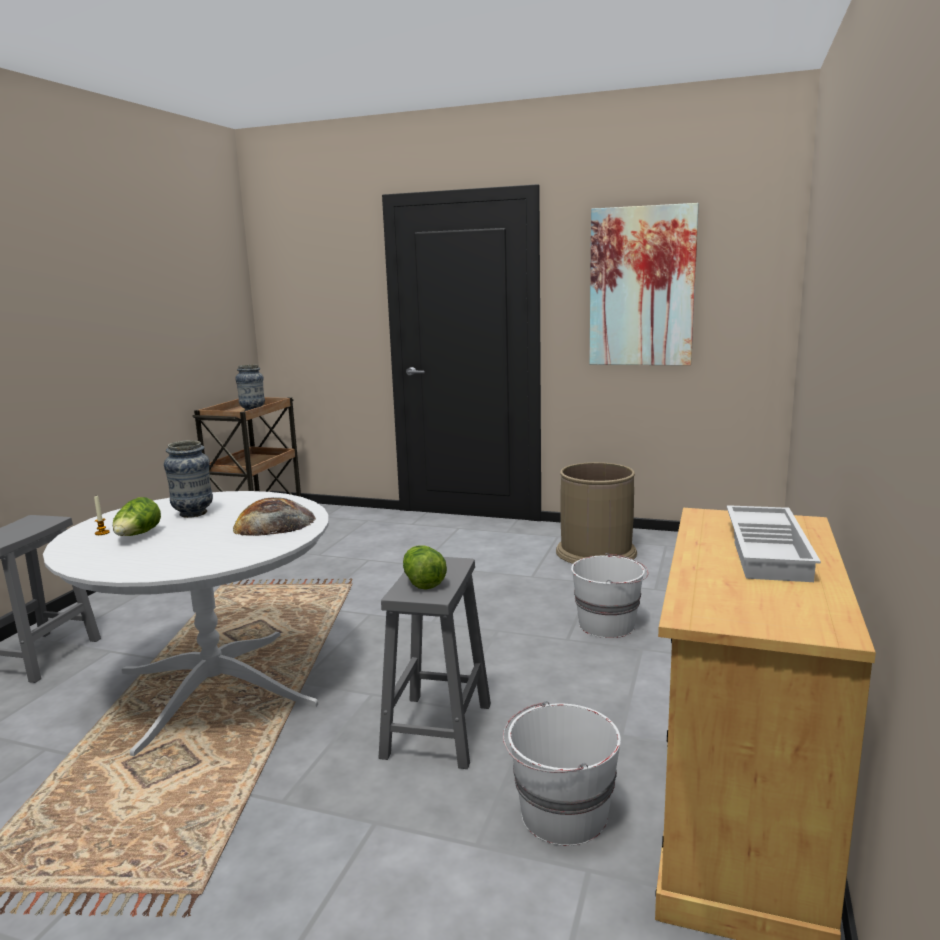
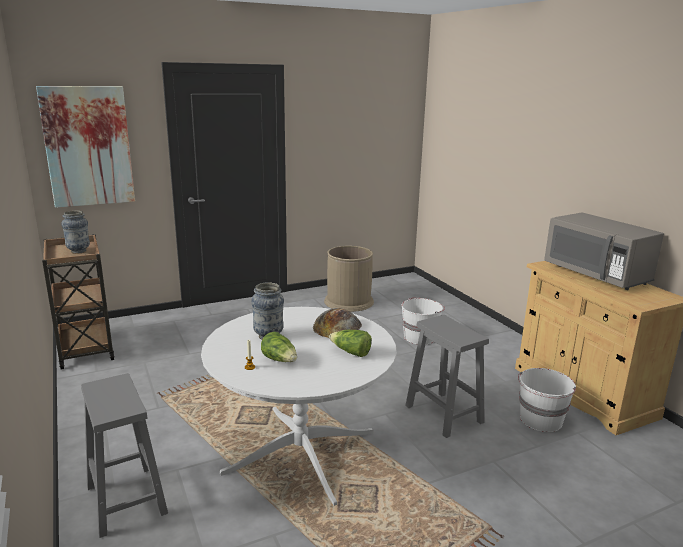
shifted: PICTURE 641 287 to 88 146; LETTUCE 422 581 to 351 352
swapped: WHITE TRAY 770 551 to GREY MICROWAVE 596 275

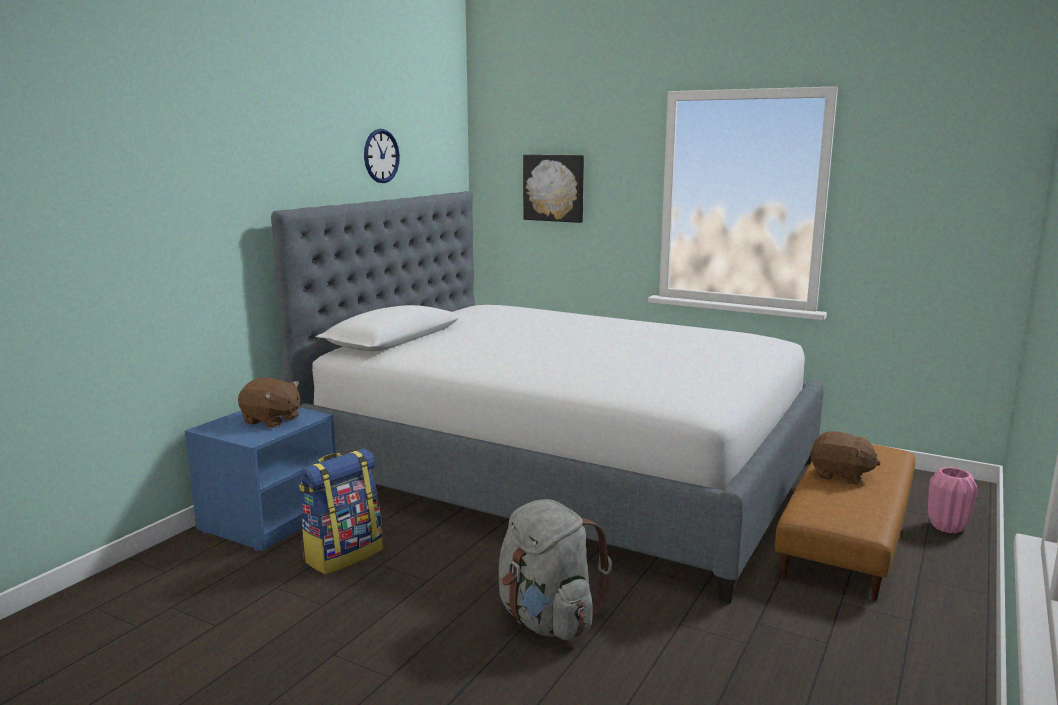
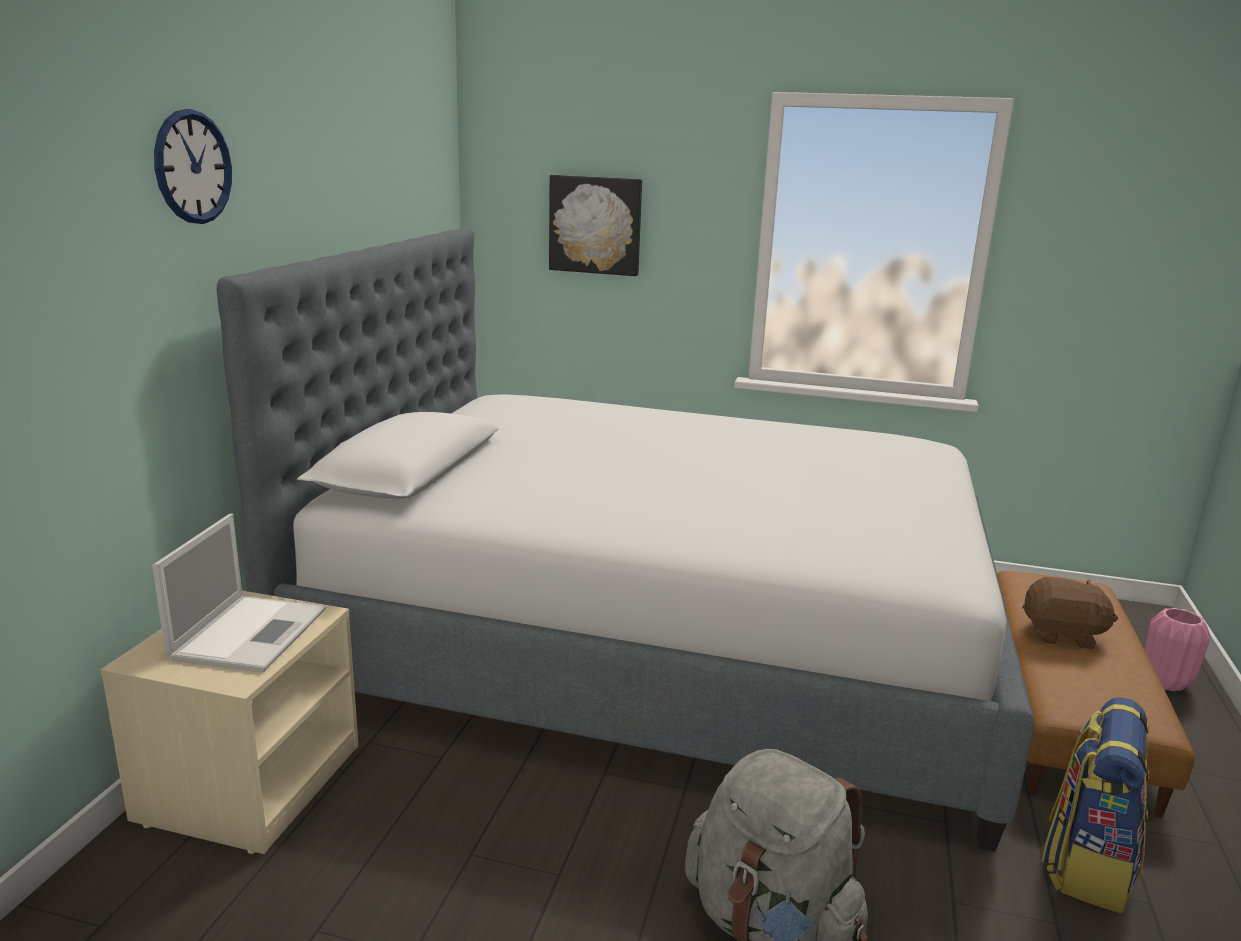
shifted: WALL CLOCK 381 156 to 193 167; BACKPACK 343 555 to 1087 864
swapped: BROWN PLUSH TOY 271 420 to LAPTOP 251 632
repainted: BLUE NIGHTSTAND 269 518 to BEIGE NIGHTSTAND 249 781

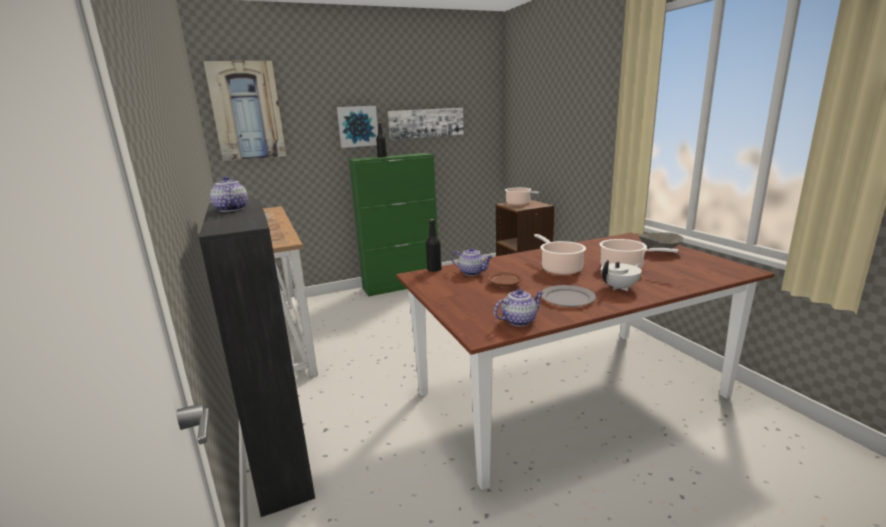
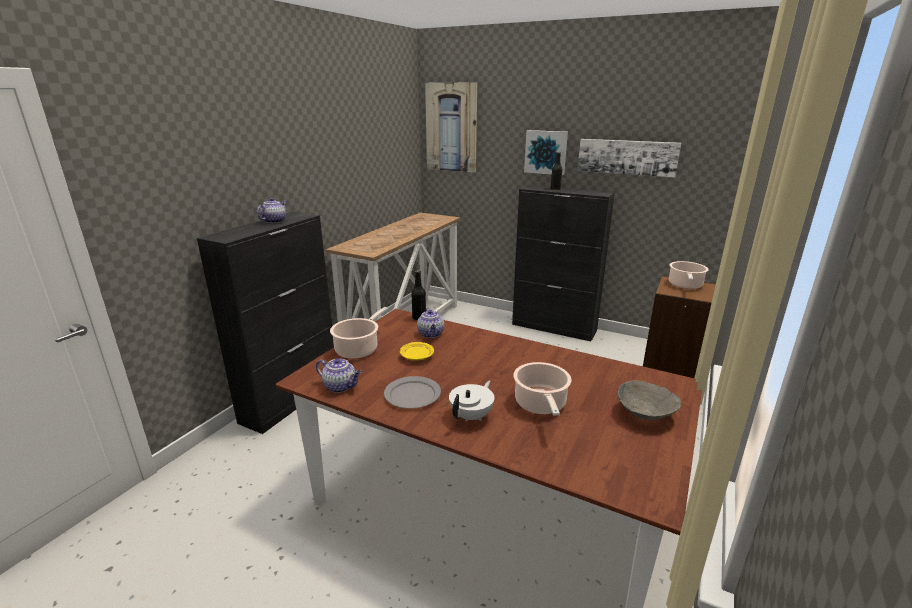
shifted: COOKING POT 560 268 to 358 349
repainted: GREEN CABINET 402 285 to BLACK CABINET 554 328; BROWN PLATE 504 284 to YELLOW PLATE 416 356
rotated: WHITE TEAPOT 620 288 = 472 416 75 degrees counterclockwise

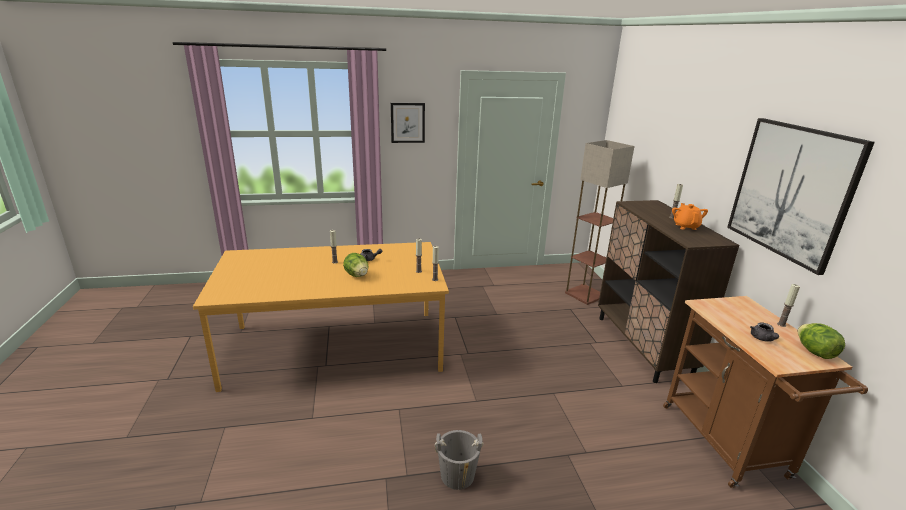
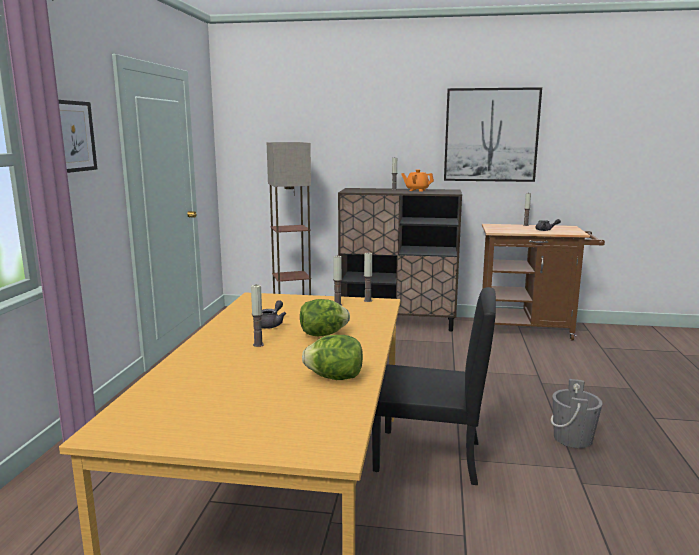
new: BLACK CHAIR 427 457
shifted: LETTUCE 815 352 to 335 377

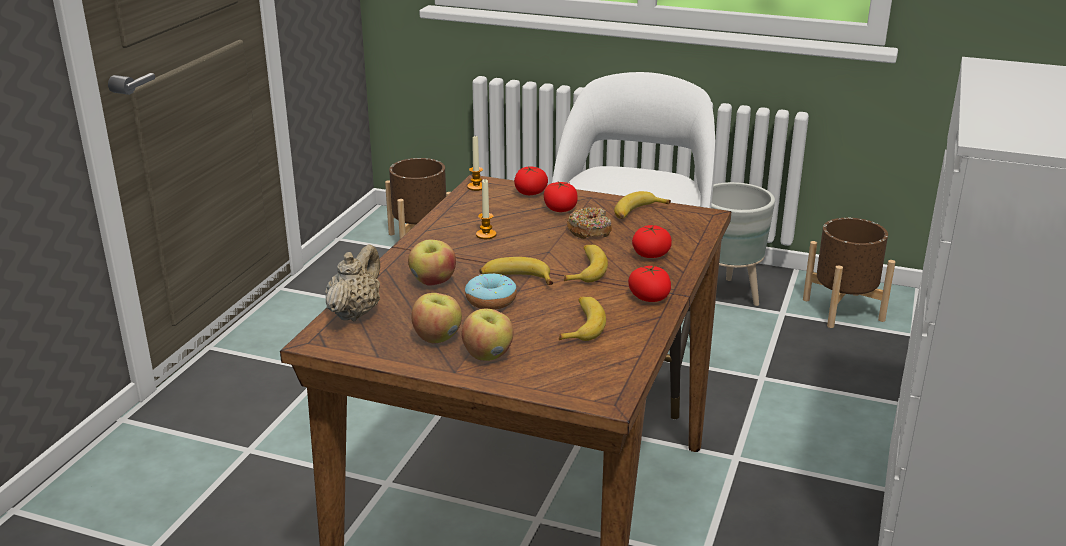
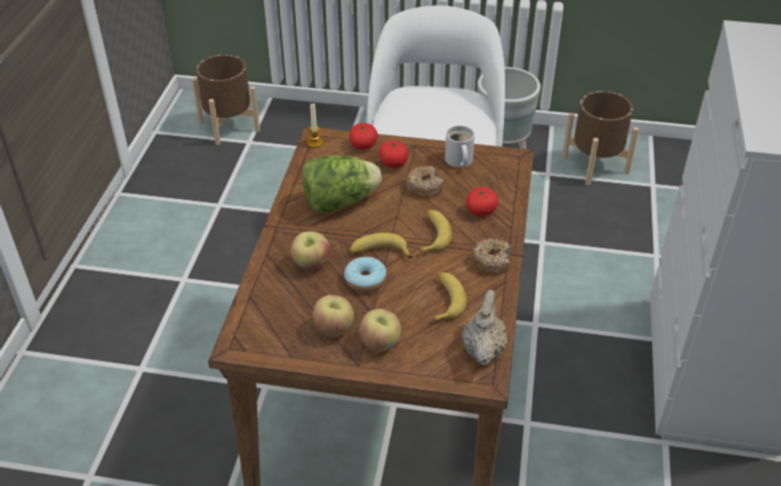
shifted: BEIGE TEAPOT 355 312 to 483 349
swapped: CANDLE 486 235 to LETTUCE 340 202; BANANA 637 213 to WHITE MUG 458 161; TOMATO 649 297 to DONUT 491 261

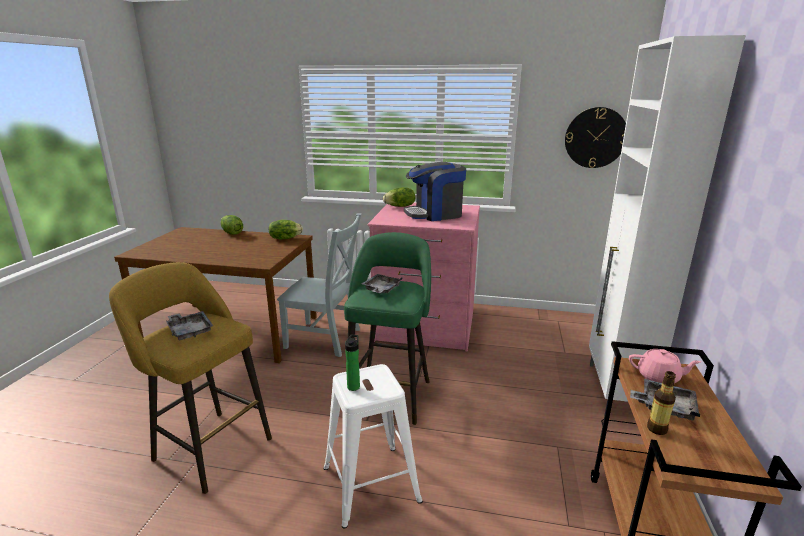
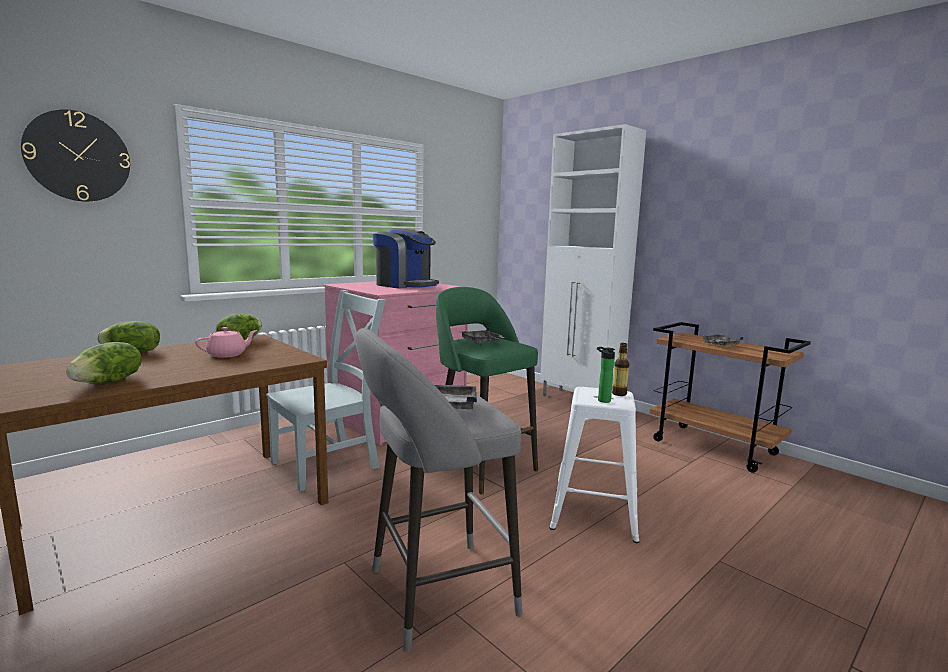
shifted: WALL CLOCK 595 138 to 78 156; LETTUCE 400 206 to 109 382; PINK TEAPOT 659 377 to 227 355; BOTTLE 656 429 to 619 394
repainted: YELLOW STOOL 208 446 to GREY STOOL 433 594
rotated: COFFEE MACHINE 435 214 = 405 285 75 degrees counterclockwise

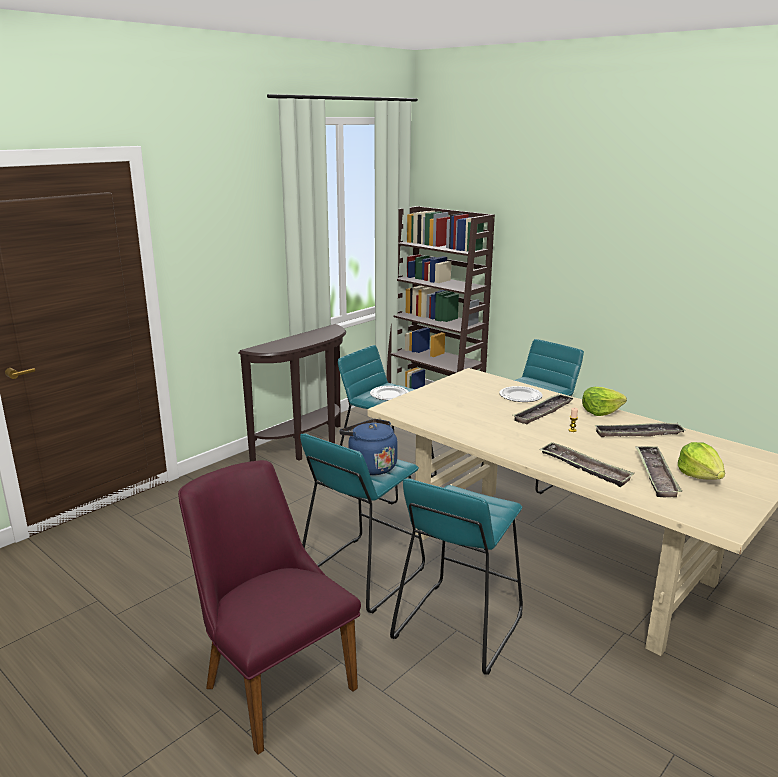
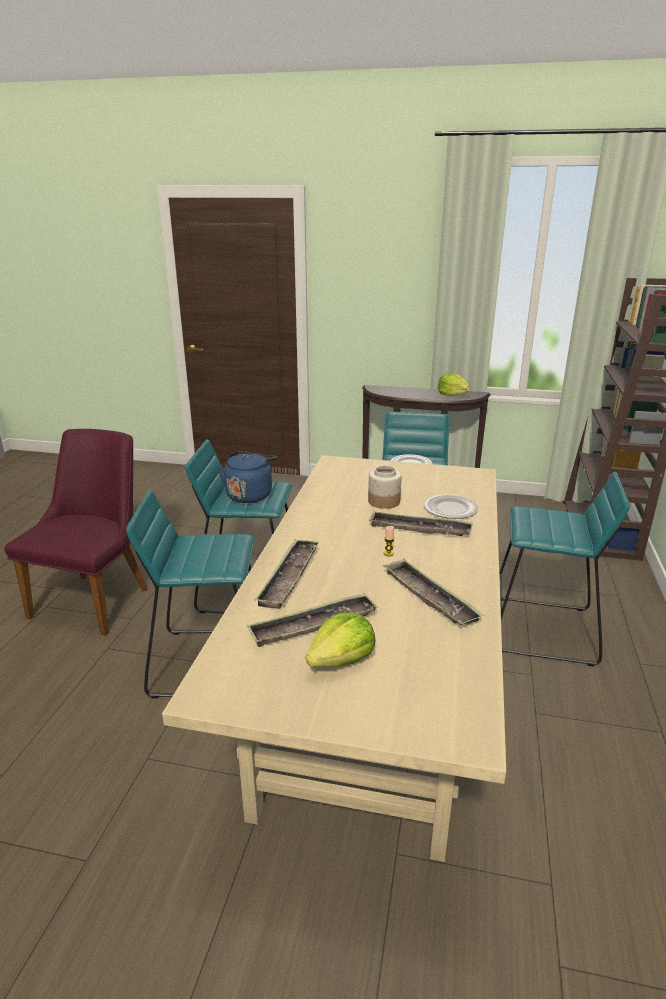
new: JAR 384 501
shifted: LETTUCE 600 412 to 453 395

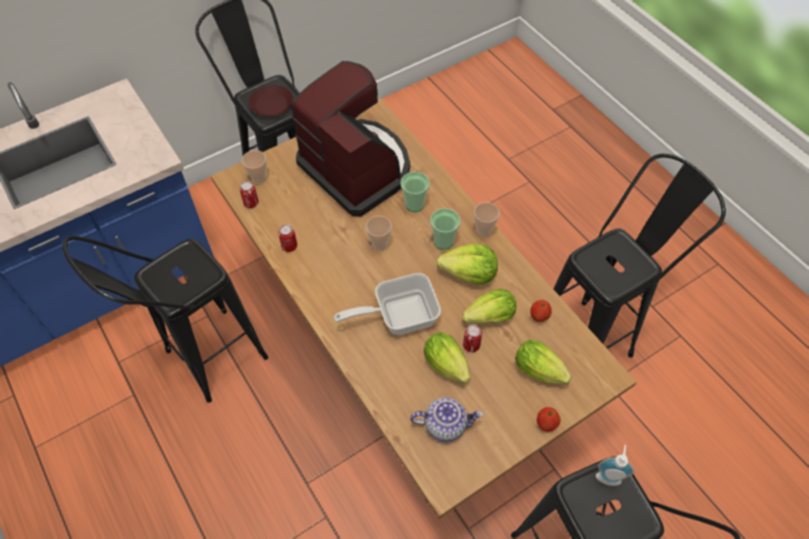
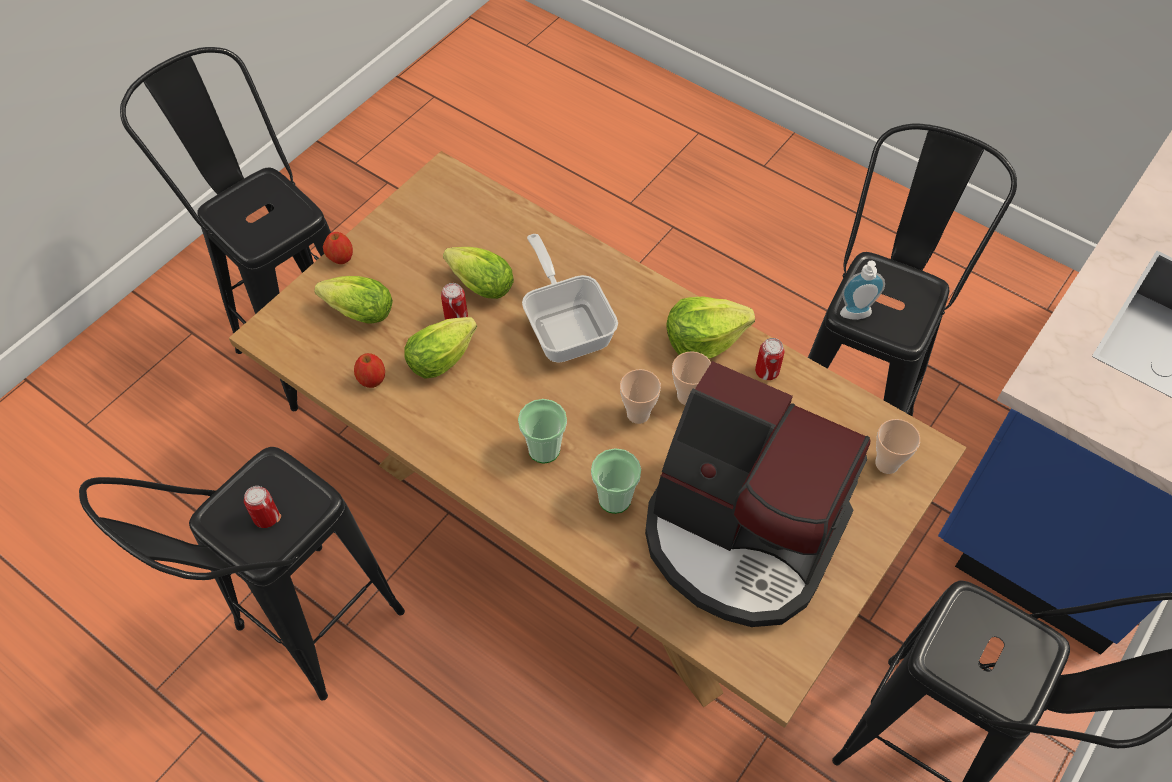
gone: BROWN PLATE 272 104; TEAPOT 445 425
shifted: CAN 251 203 to 266 517; CUP 484 231 to 688 396; LETTUCE 469 274 to 703 340; SOAP DISPENSER 608 476 to 856 316
rotated: FRYING PAN 398 315 = 566 325 75 degrees counterclockwise

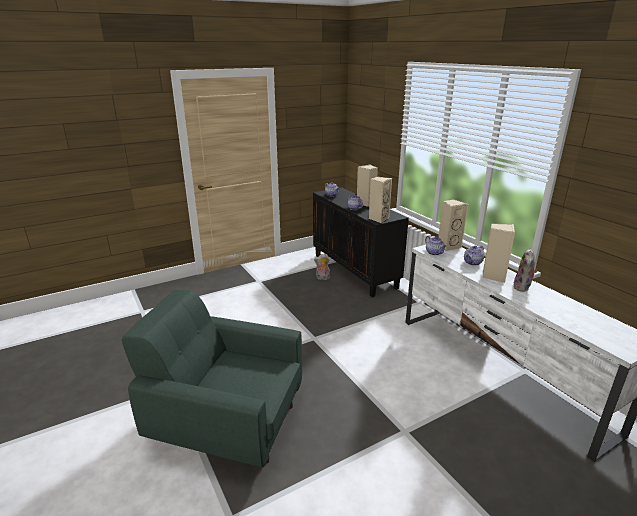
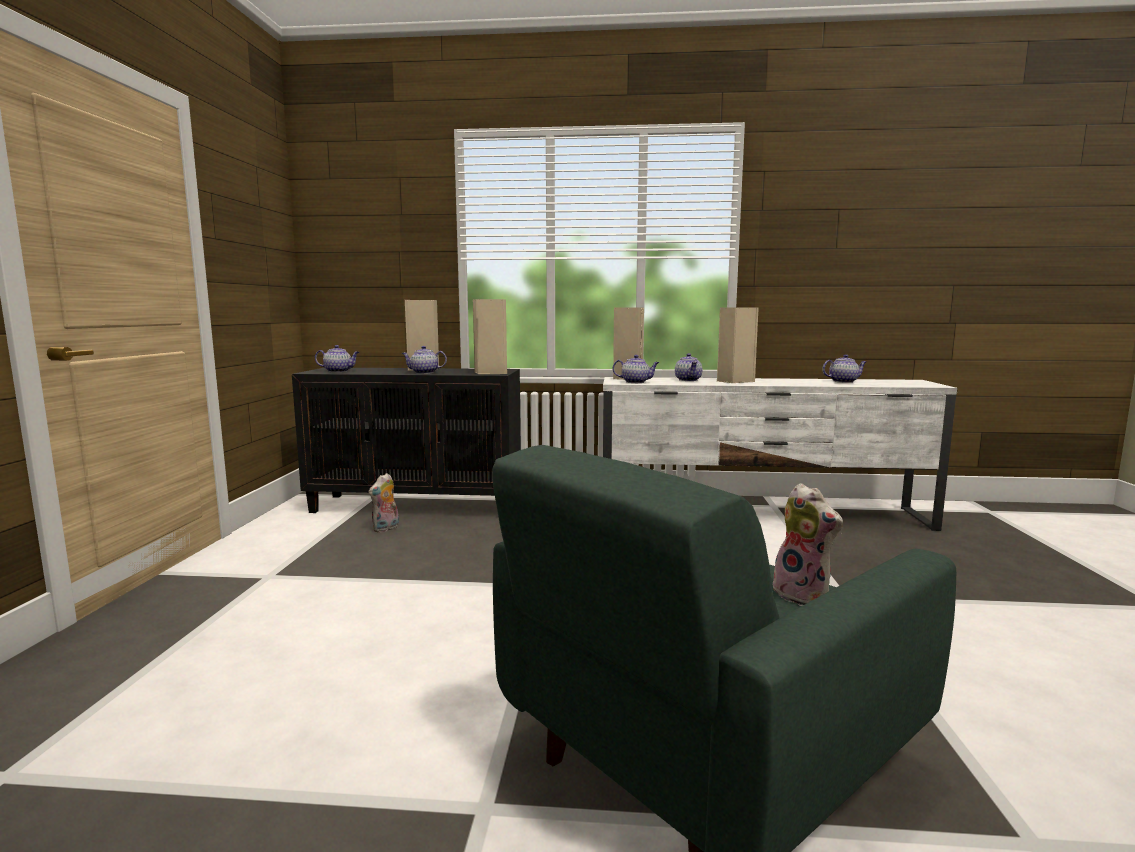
new: TEAPOT 843 381
shifted: PLUSH TOY 523 287 to 804 595

